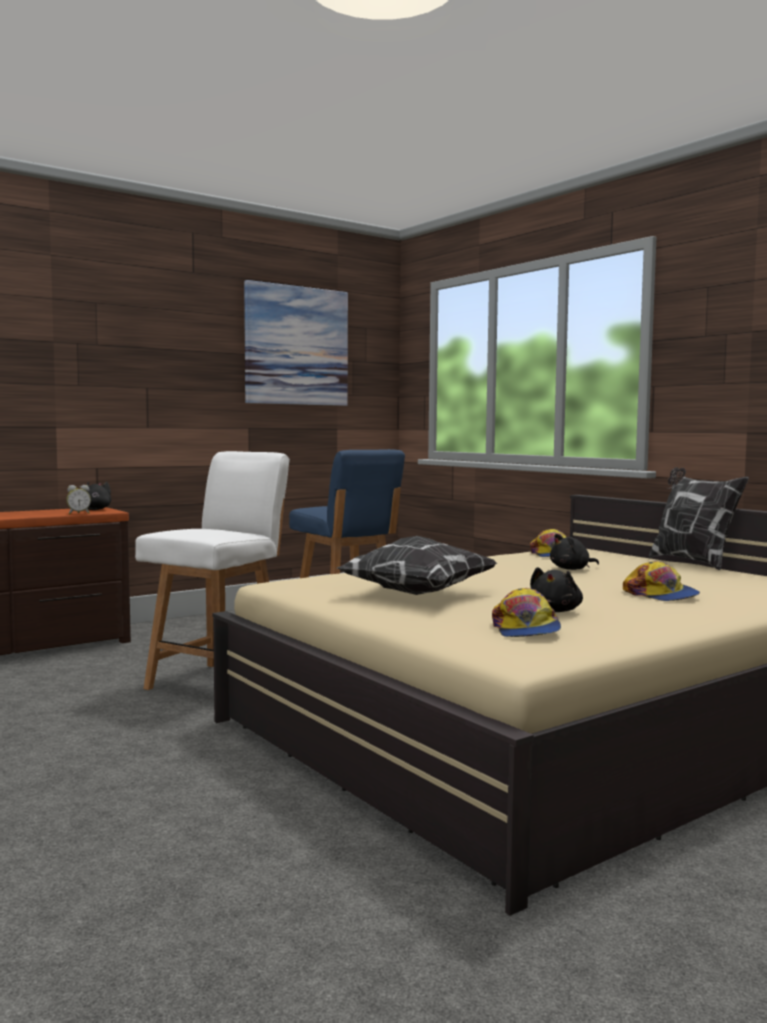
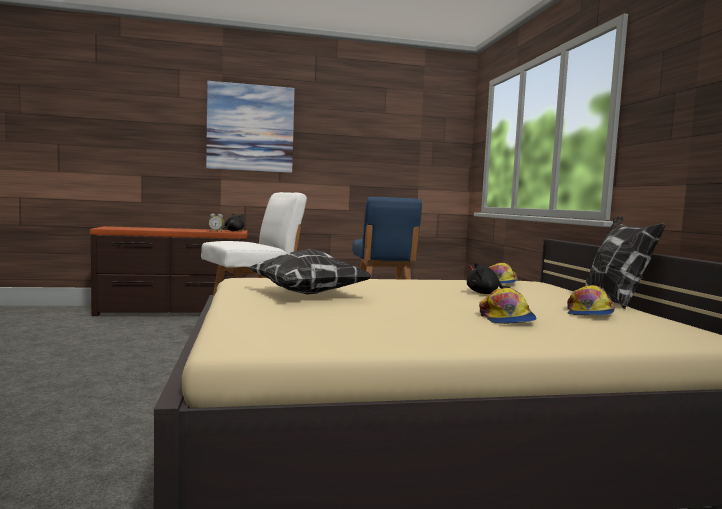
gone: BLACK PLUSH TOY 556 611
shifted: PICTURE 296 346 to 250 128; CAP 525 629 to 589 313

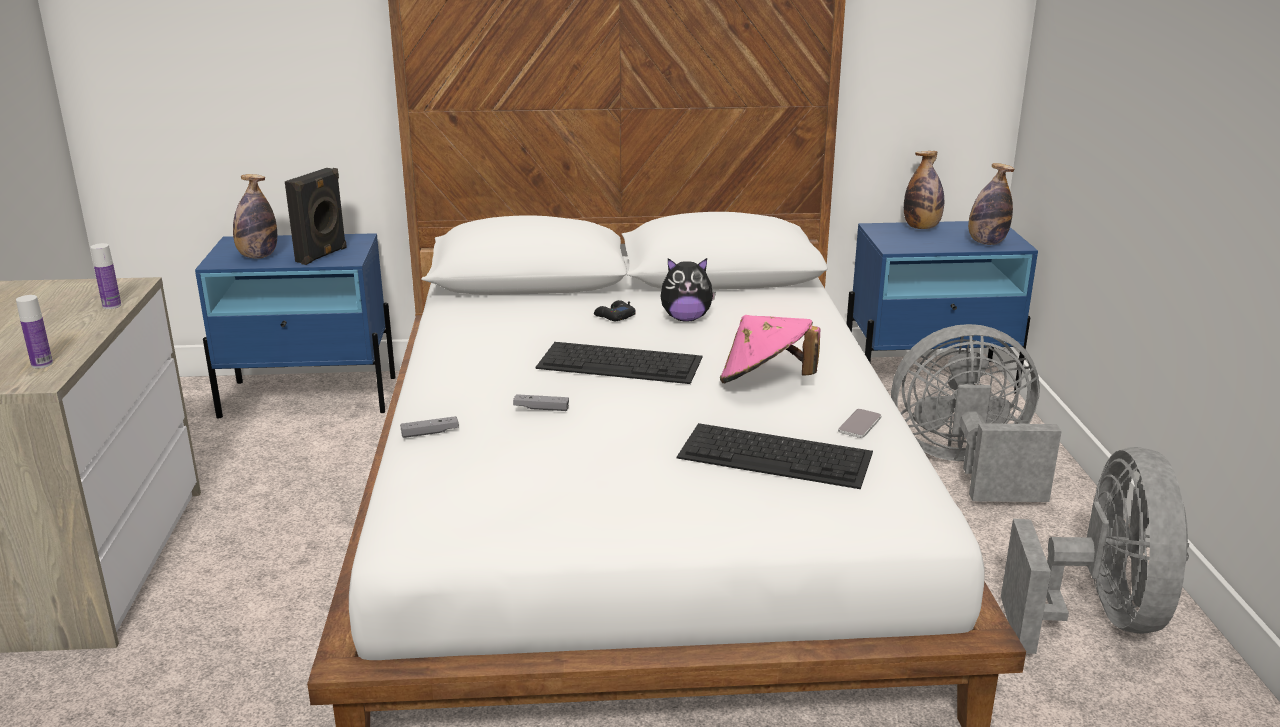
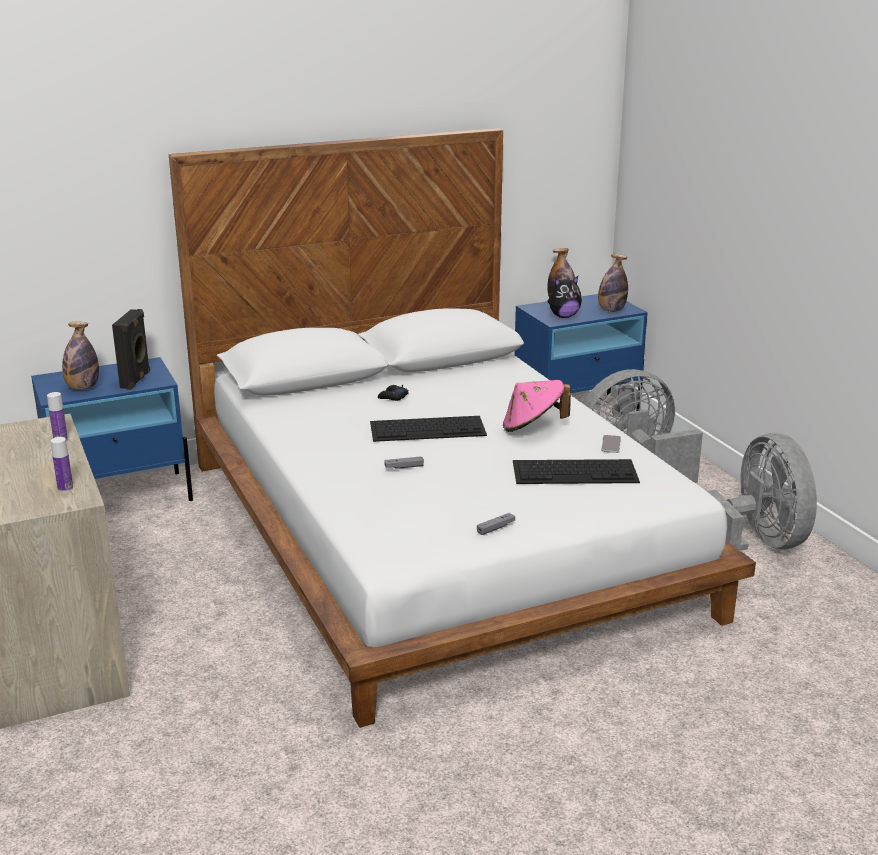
shifted: PLUSH TOY 686 318 to 563 316; GREY GAME CONTROLLER 430 433 to 495 528

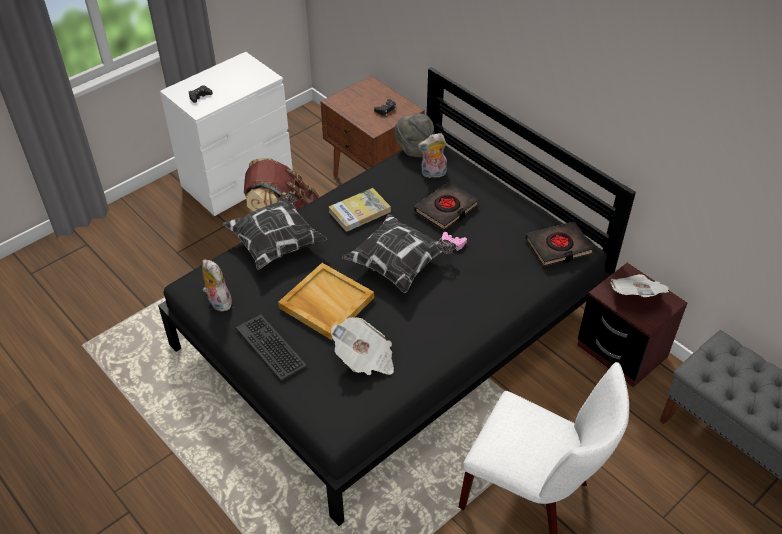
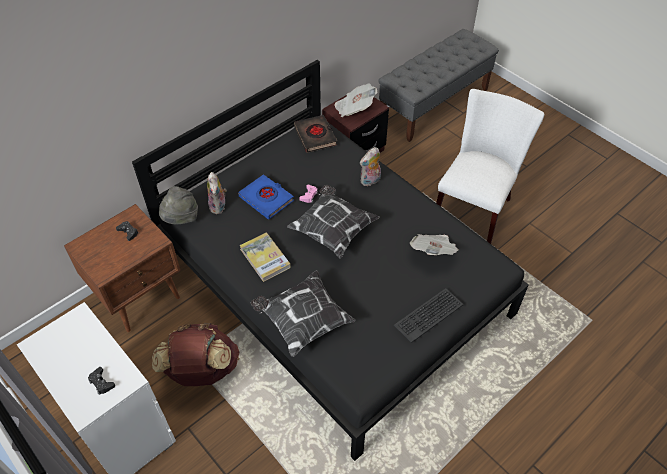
gone: BEIGE TRAY 325 303
shifted: PLUSH TOY 217 302 to 370 181
repainted: BLACK BOOK 446 209 to BLUE BOOK 266 199

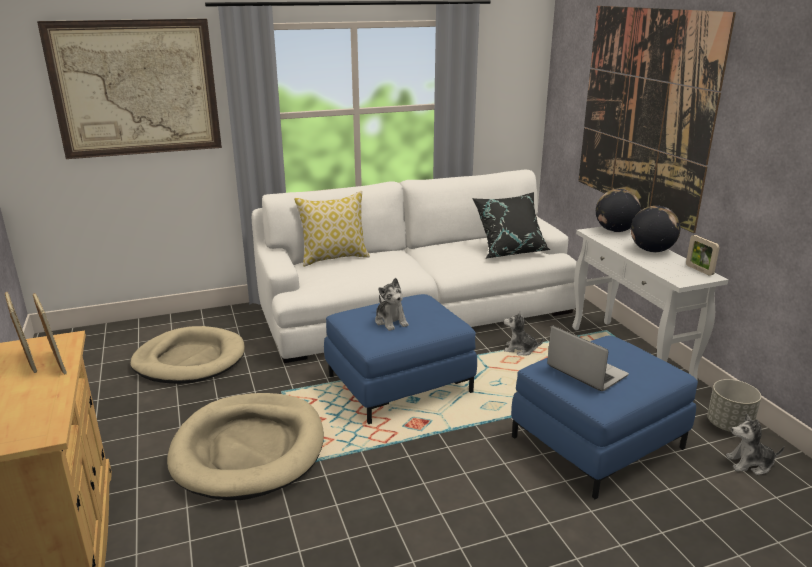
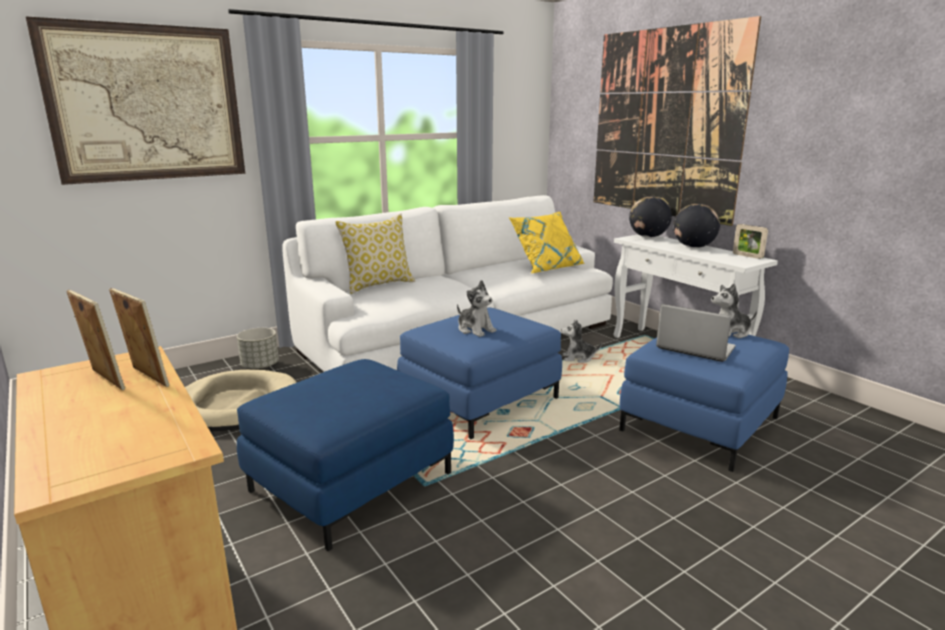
shifted: GREY PLANTER 728 425 to 260 366; PLUSH TOY 750 464 to 730 333
swapped: BEIGE DOG BED 249 449 to BLUE OTTOMAN 351 482
repainted: BLACK PILLOW 510 251 to YELLOW PILLOW 546 268

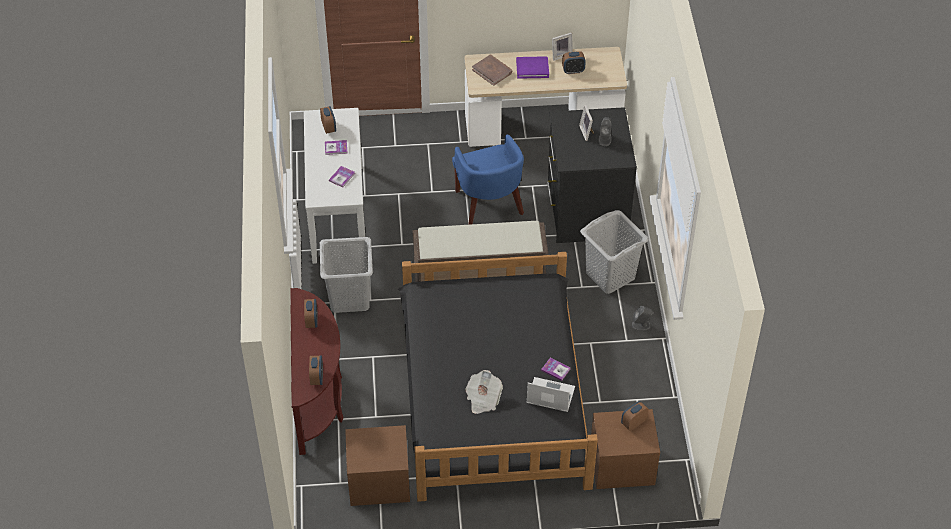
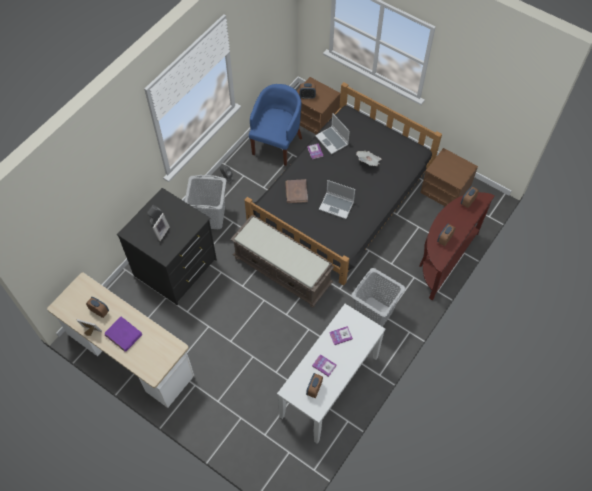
new: LAPTOP 337 205
shifted: BROWN BOOK 492 71 to 296 192; BLUE ARMCHAIR 488 205 to 277 144

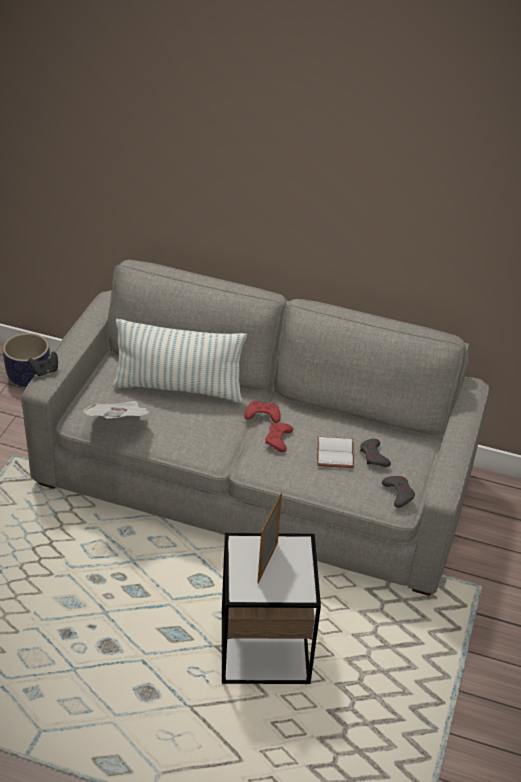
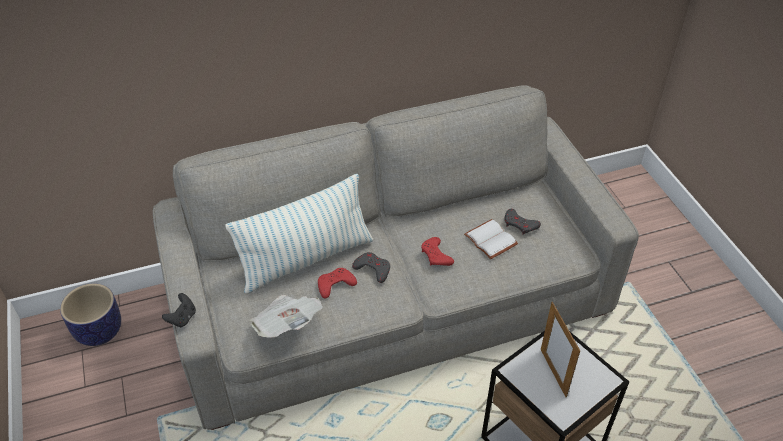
shifted: RED GAME CONTROLLER 262 414 to 335 284; GREY GAME CONTROLLER 398 493 to 373 269

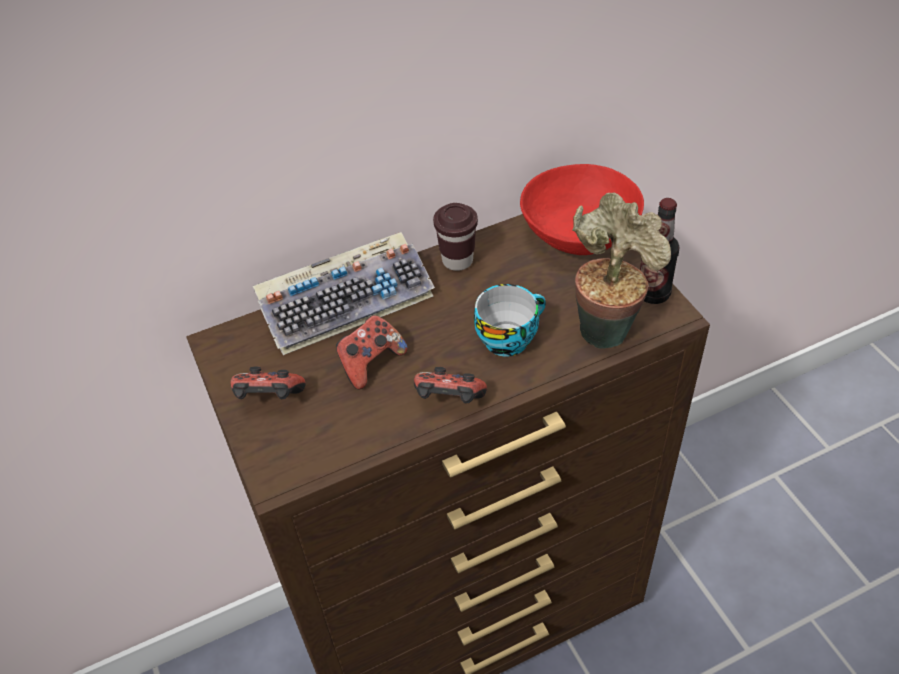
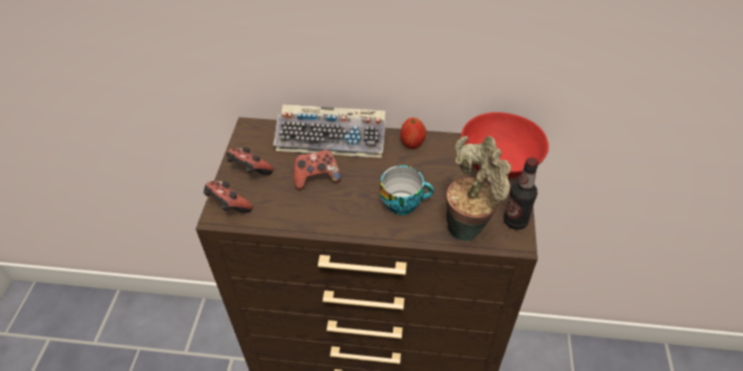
shifted: GAME CONTROLLER 449 401 to 228 206
swapped: BROWN CUP 457 260 to APPLE 412 143

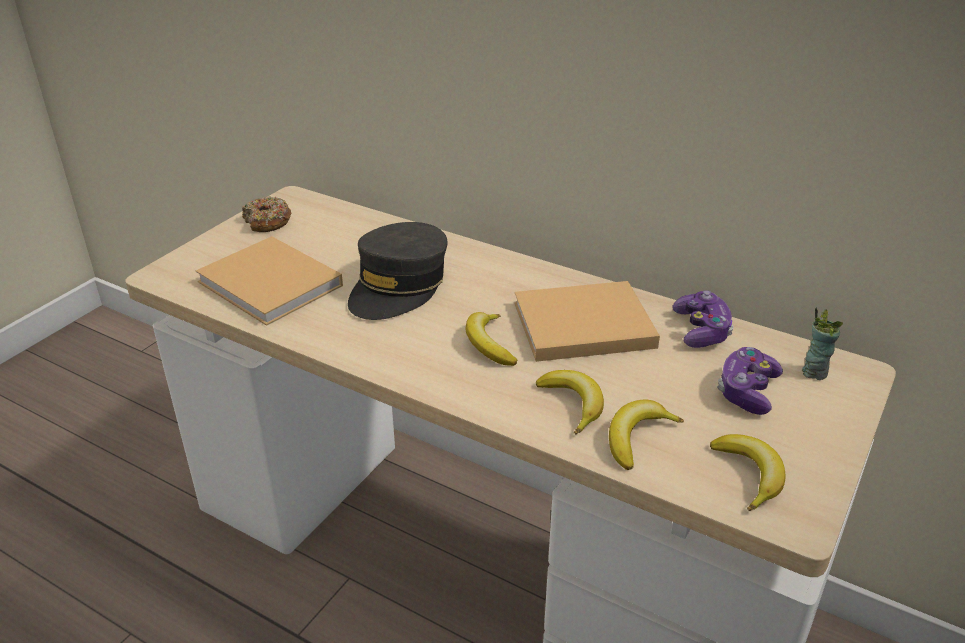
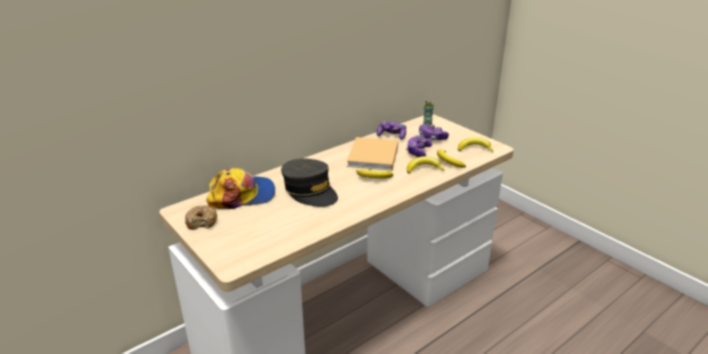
gone: BEIGE BOOK 272 285
new: GAME CONTROLLER 418 151; CAP 242 195

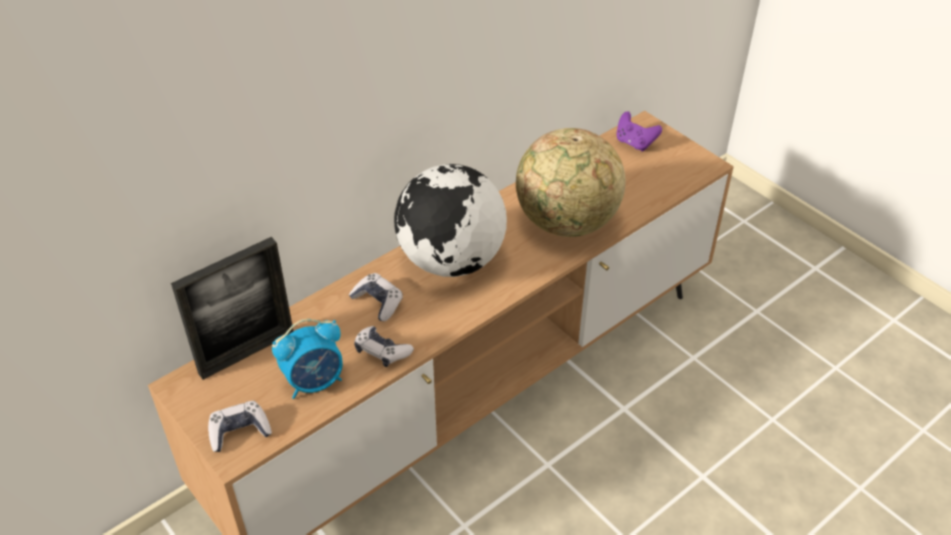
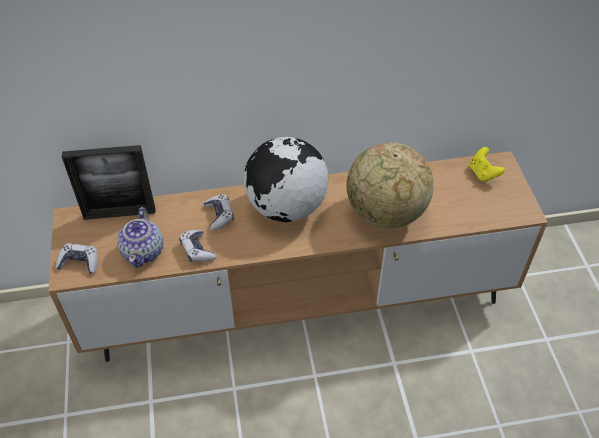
swapped: ALARM CLOCK 315 382 to TEAPOT 143 251
repainted: PURPLE GAME CONTROLLER 635 143 to YELLOW GAME CONTROLLER 483 173

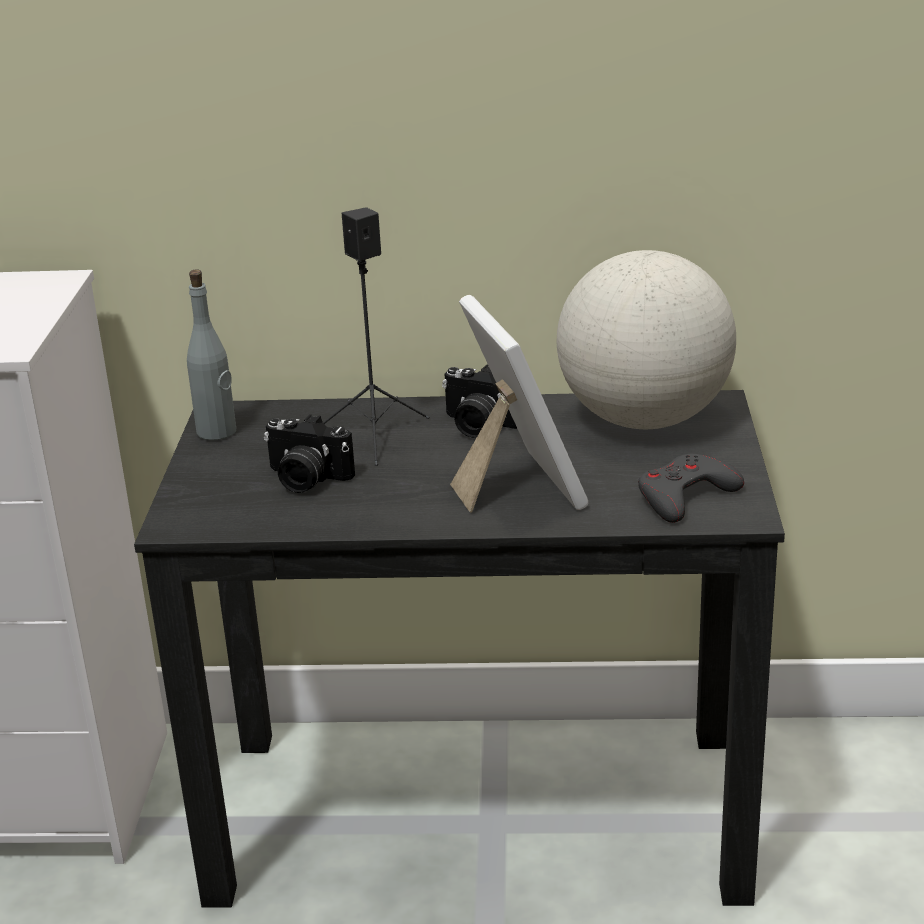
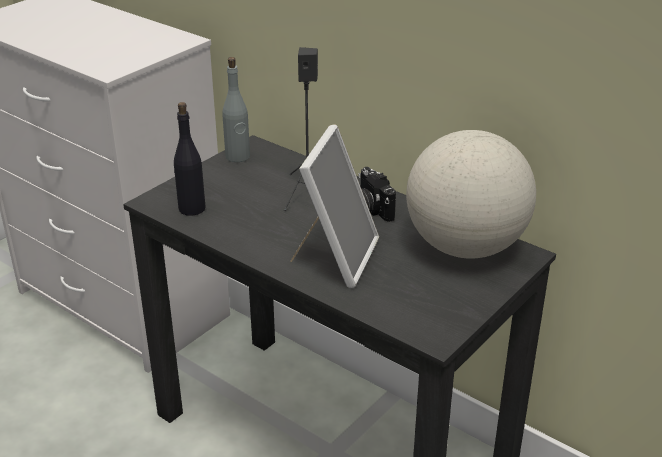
gone: PHOTO CAMERA 305 479; GREY GAME CONTROLLER 685 496
new: BLACK BOTTLE 191 208

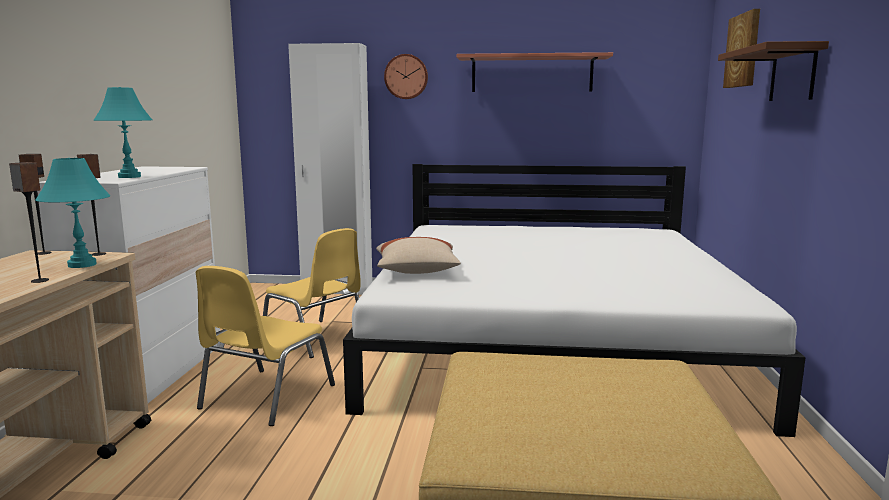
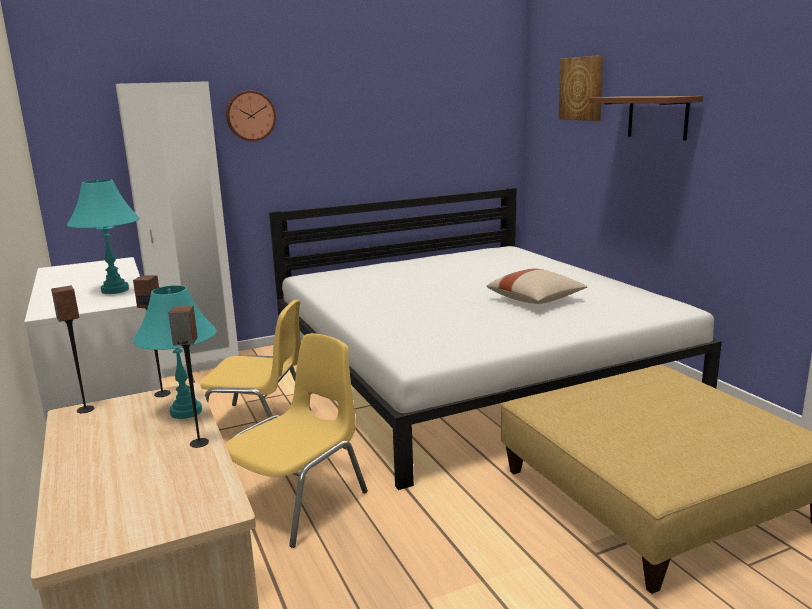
gone: SHELF 532 74
shifted: BEIGE PILLOW 417 272 to 536 301
rotated: YELLOW CHAIR 265 397 = 298 500 135 degrees counterclockwise

